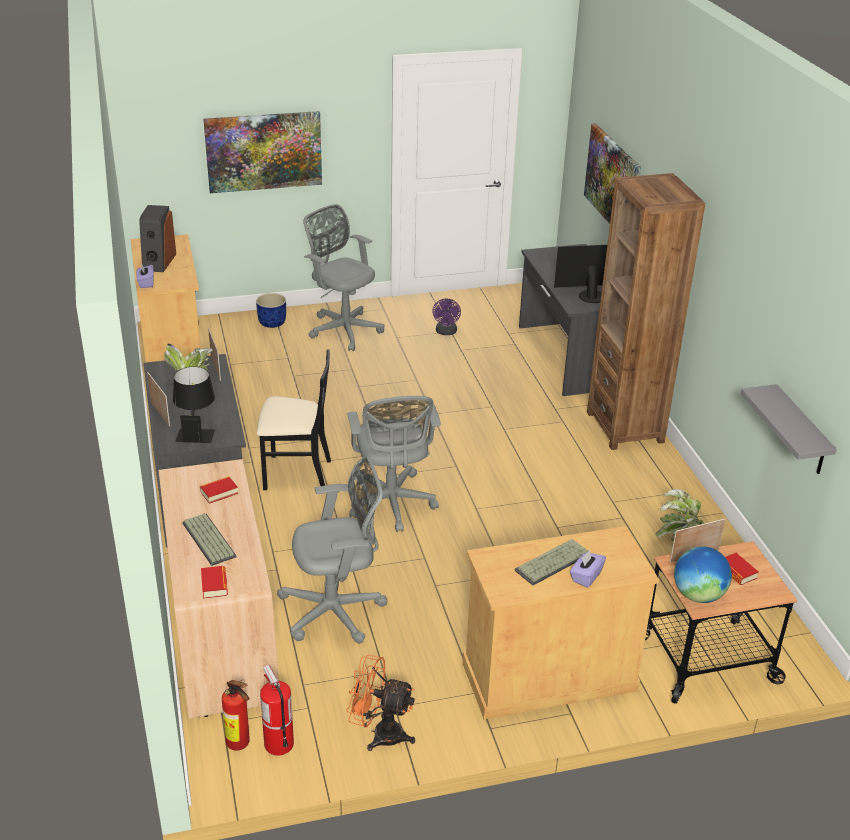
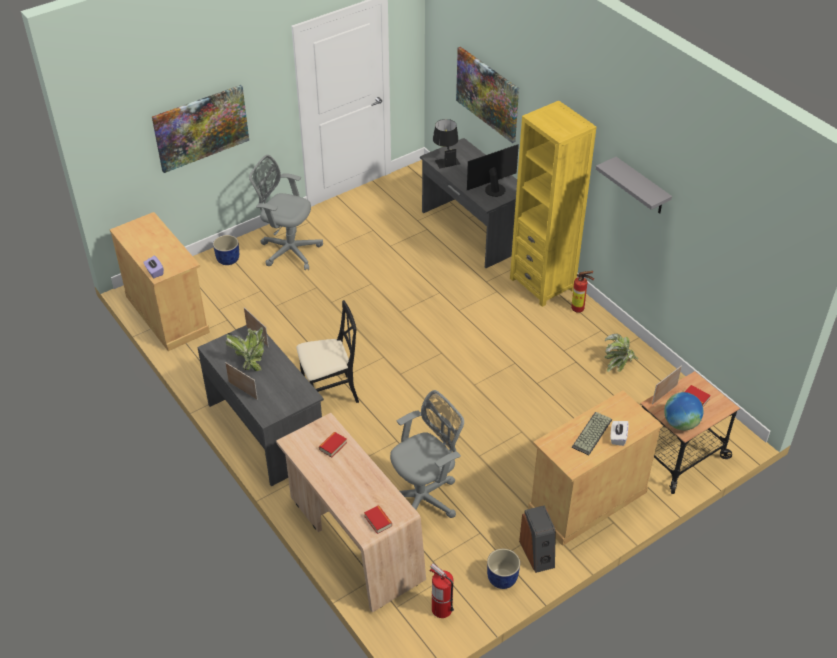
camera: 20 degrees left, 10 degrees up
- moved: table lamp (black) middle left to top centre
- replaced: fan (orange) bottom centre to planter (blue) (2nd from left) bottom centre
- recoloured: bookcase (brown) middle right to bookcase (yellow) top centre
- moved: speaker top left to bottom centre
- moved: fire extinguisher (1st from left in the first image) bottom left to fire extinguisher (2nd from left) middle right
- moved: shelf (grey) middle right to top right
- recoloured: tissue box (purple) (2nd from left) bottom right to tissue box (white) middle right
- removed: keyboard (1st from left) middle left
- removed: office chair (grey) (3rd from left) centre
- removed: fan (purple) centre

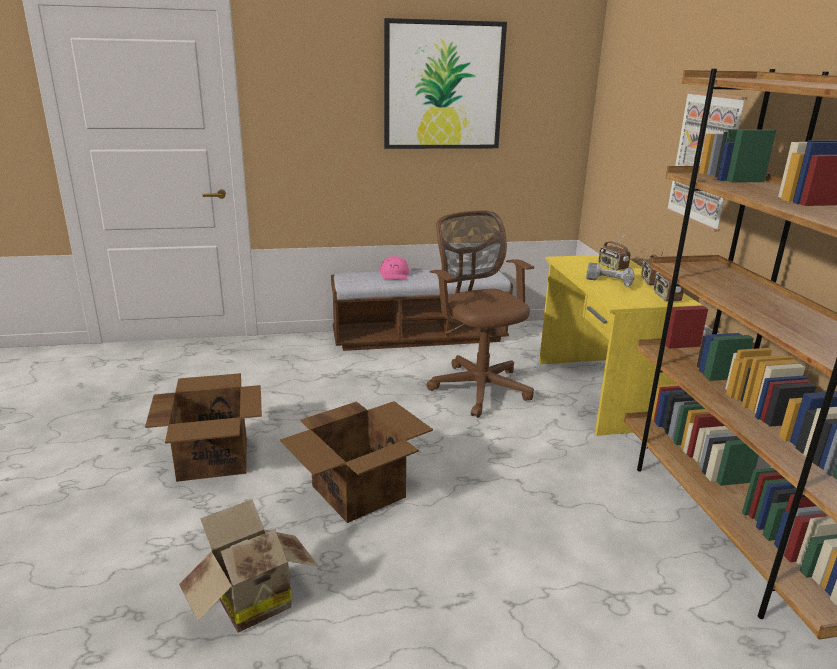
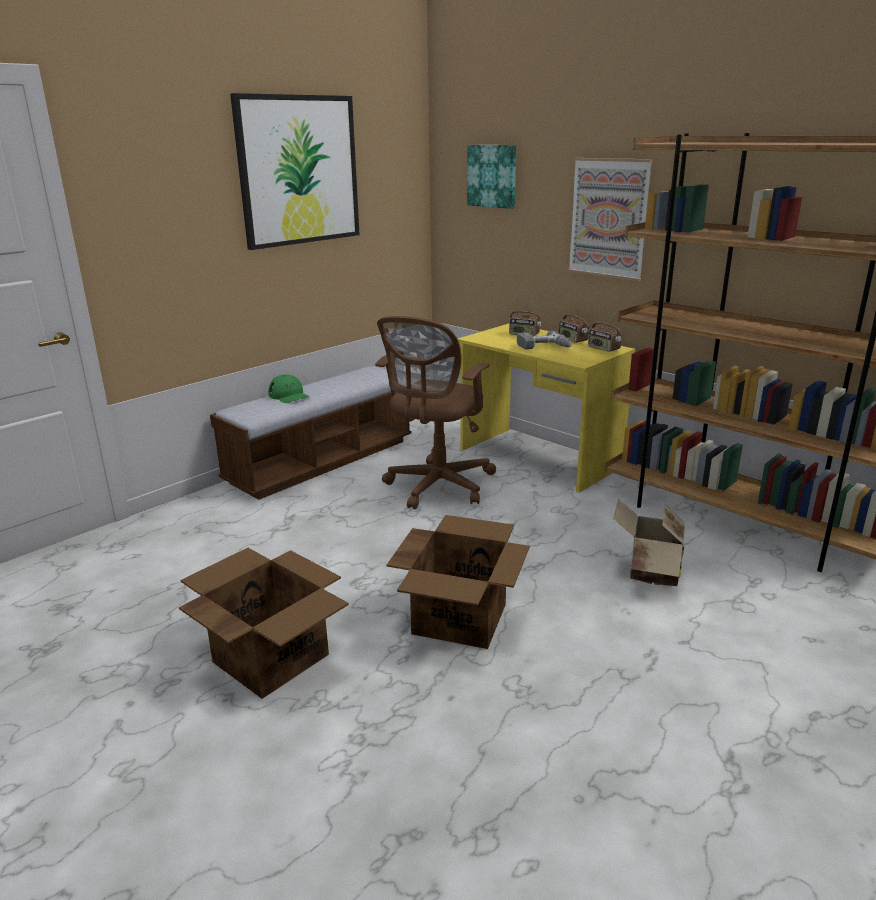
camera: 35 degrees left, 0 degrees up
- recoloured: cap (pink) centre to cap (green) middle left
- turned: office chair (brown) centre = centre 90 degrees counterclockwise
- added: picture (2nd from left) top centre
- moved: cardboard box (2nd from left in the first image) bottom left to cardboard box (3rd from left) middle right

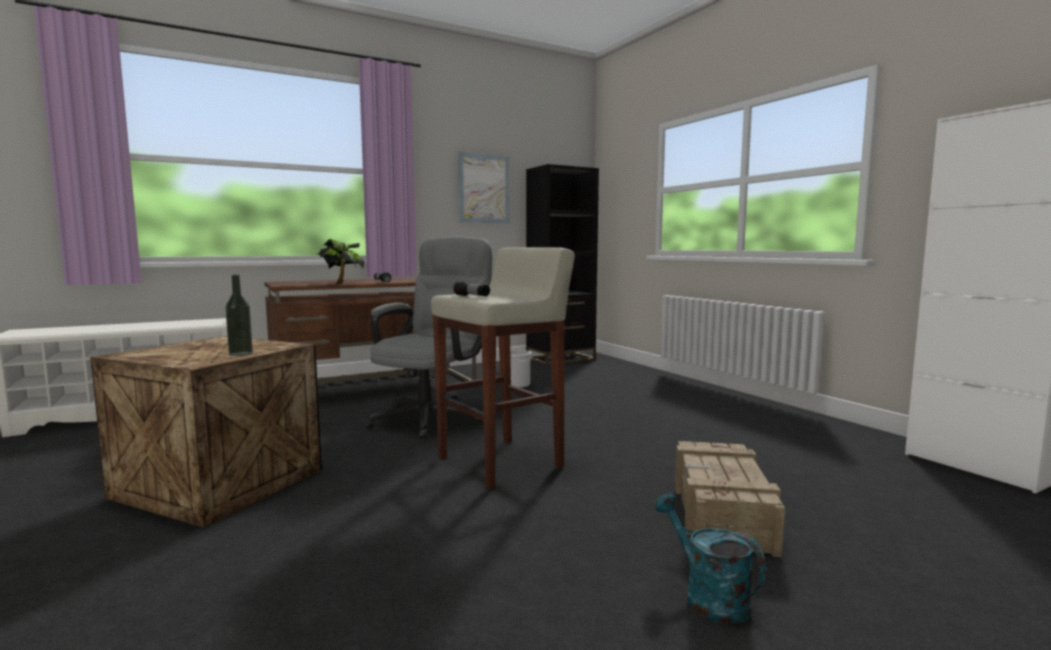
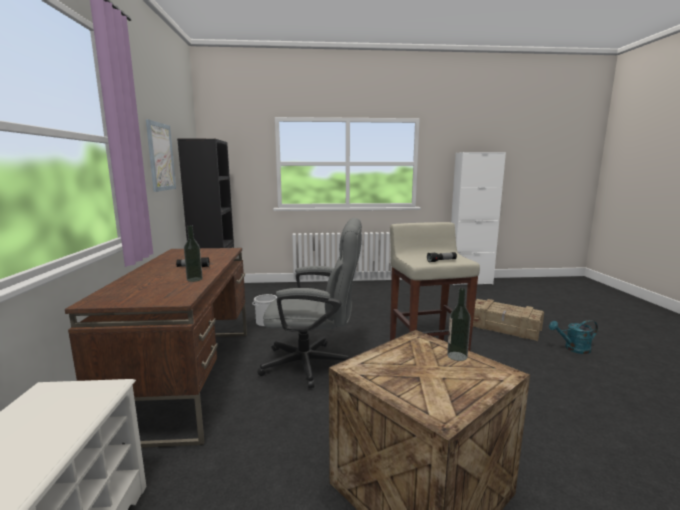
camera: 65 degrees left, 5 degrees up
- replaced: potted plant middle left to bottle (1st from left) middle left
- turned: office chair (grey) centre = centre 135 degrees clockwise

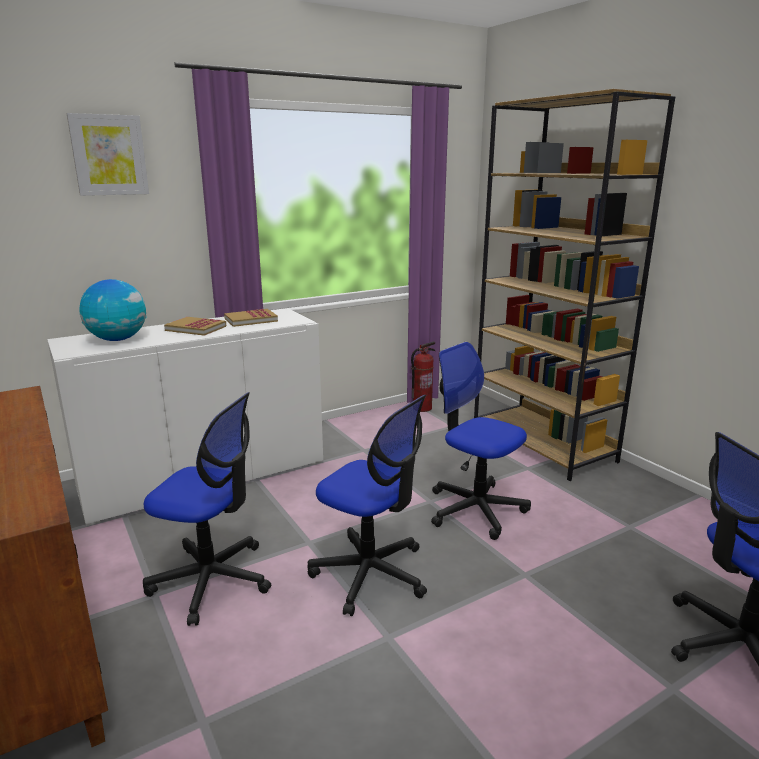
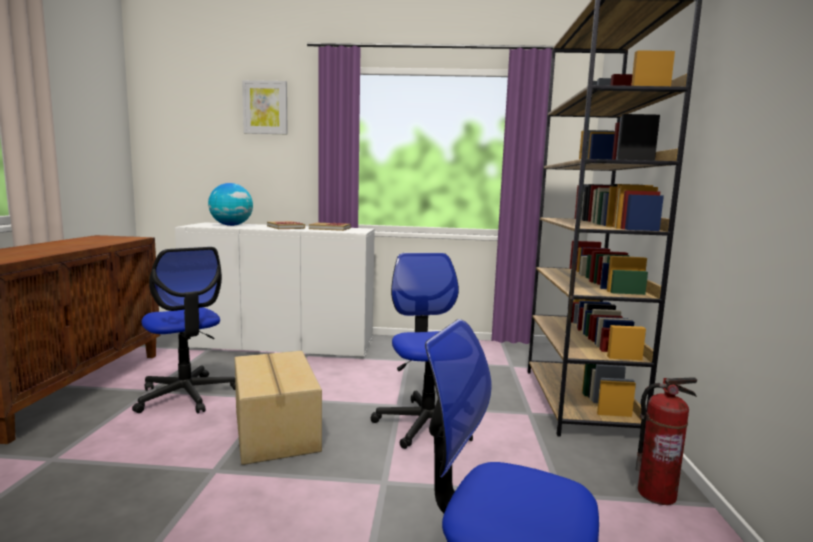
camera: 35 degrees right, 10 degrees down
- replaced: office chair (2nd from left) centre to cardboard box bottom centre
- moved: fire extinguisher centre to bottom right

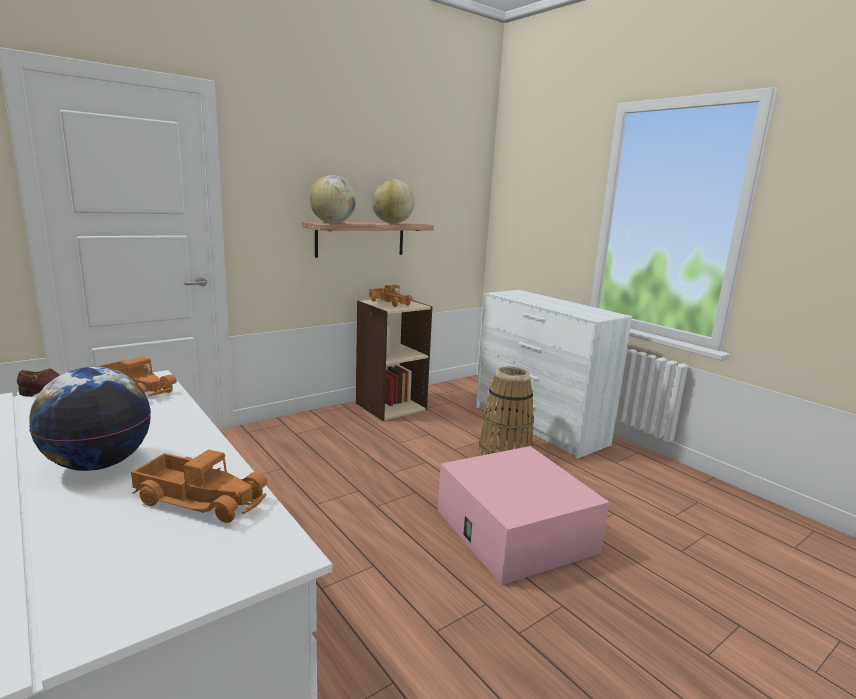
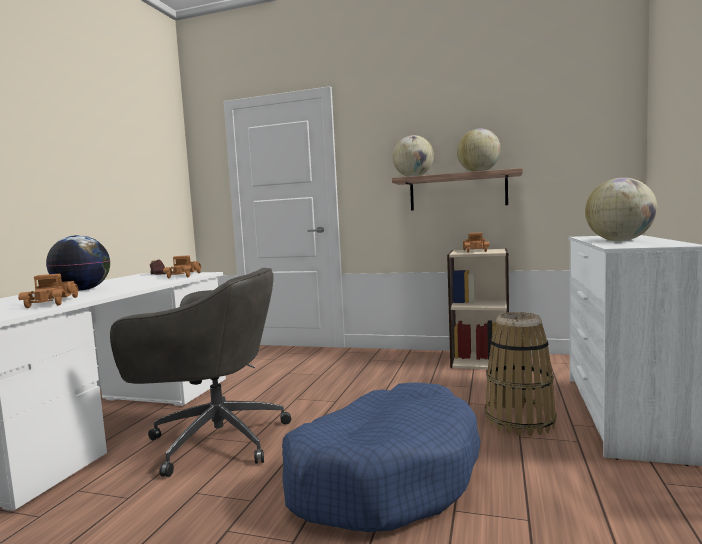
camera: 55 degrees right, 10 degrees down
- added: office chair (grey) bottom left
- replaced: storage box (pink) bottom centre to dog bed (blue) bottom centre
- added: globe (4th from left) middle right

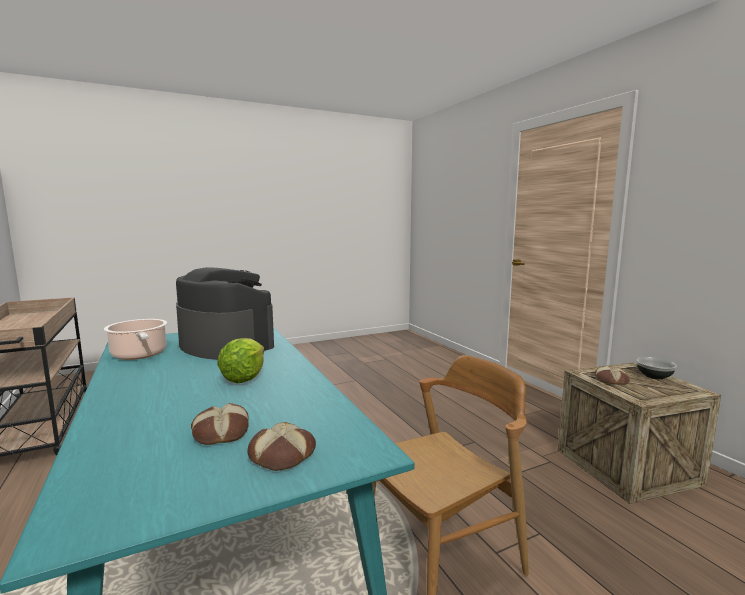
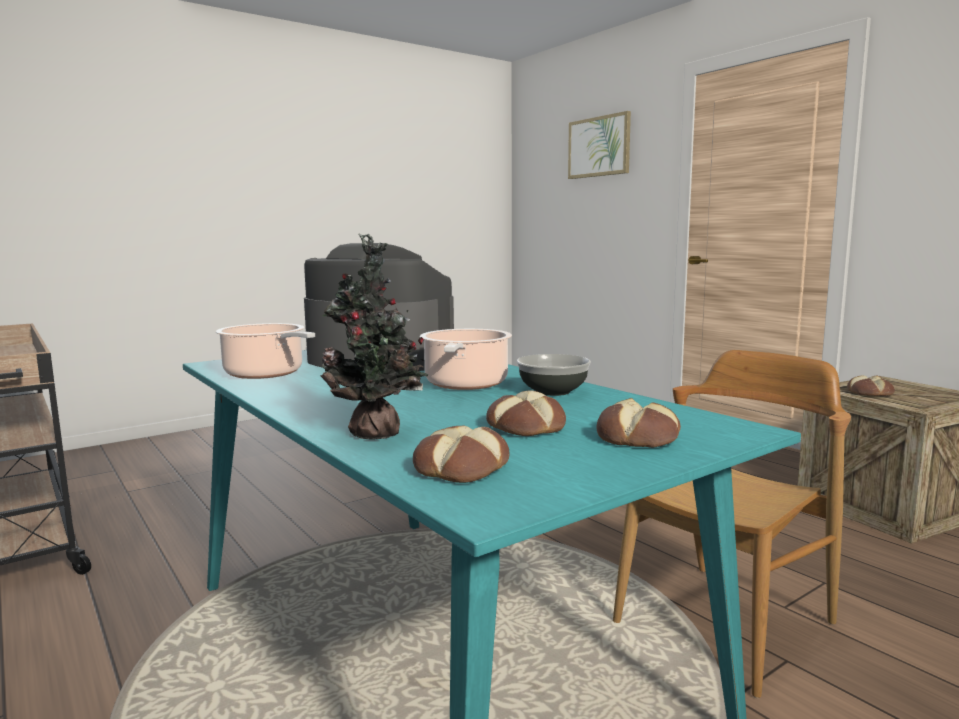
camera: 10 degrees left, 0 degrees up
- added: potted plant centre
- added: bread (1st from left) centre
- replaced: lettuce middle left to cooking pot (2nd from left) centre
- moved: bowl middle right to centre
- added: picture top centre

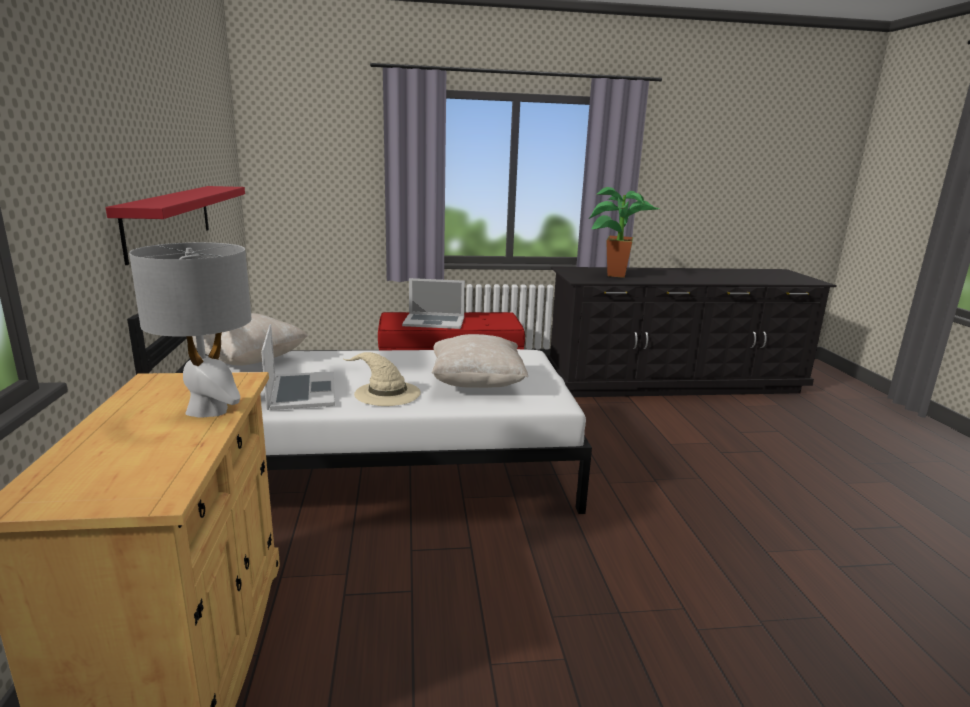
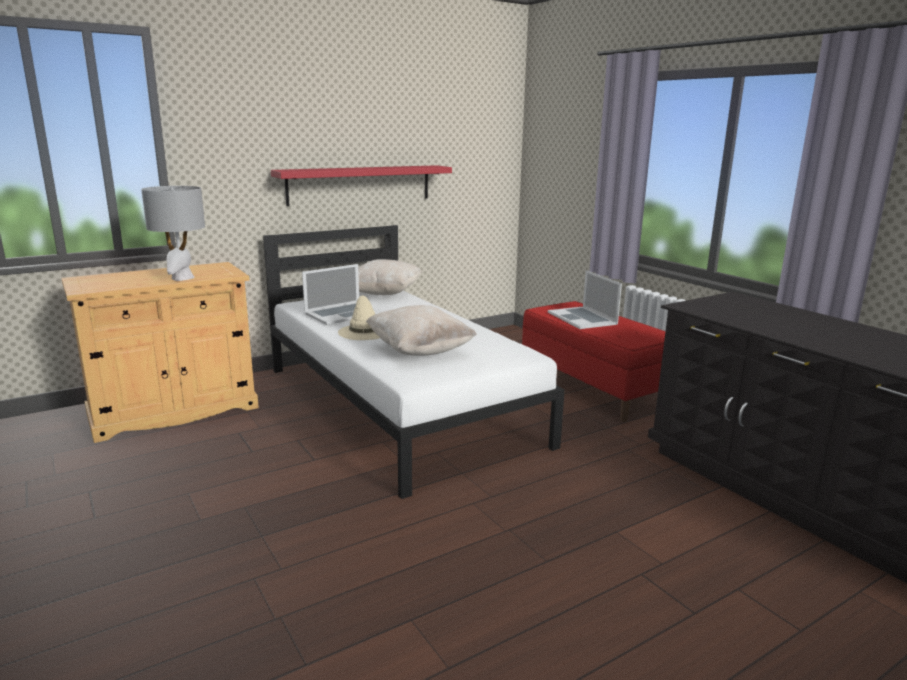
camera: 65 degrees right, 0 degrees up
- removed: potted plant top centre

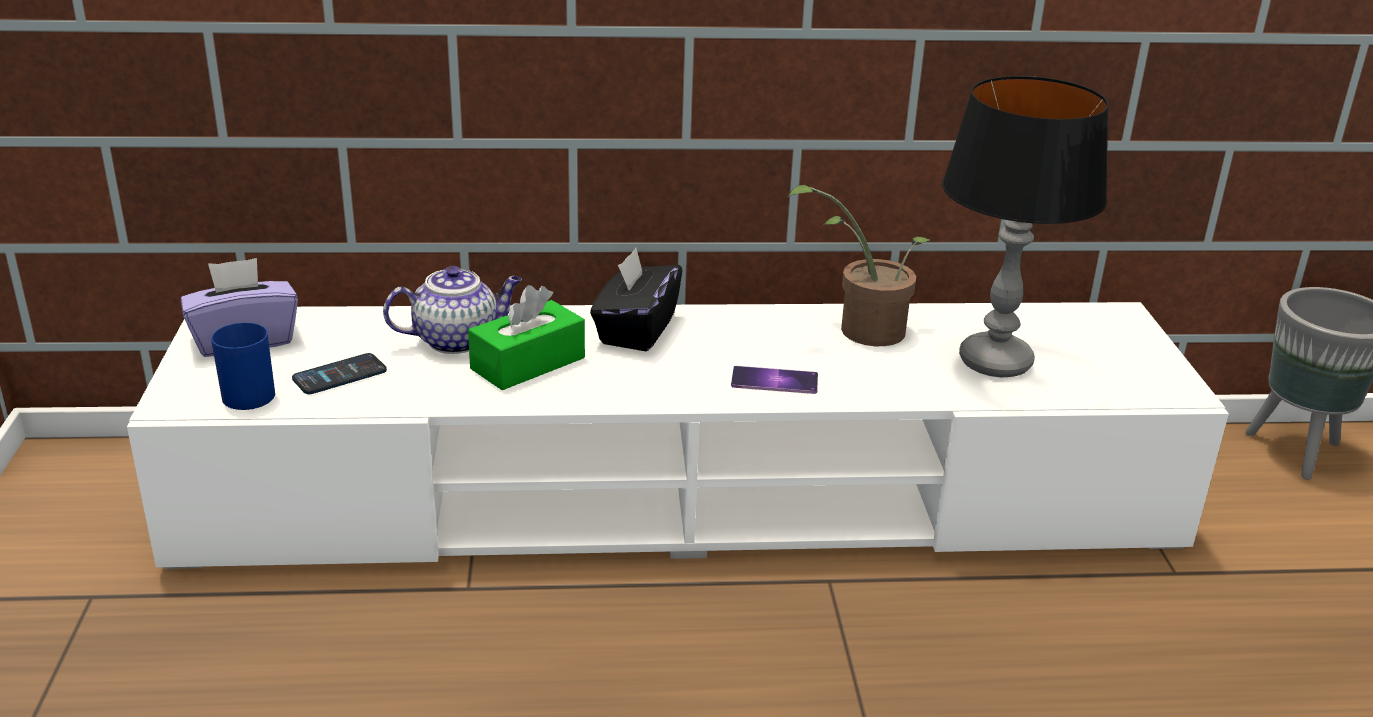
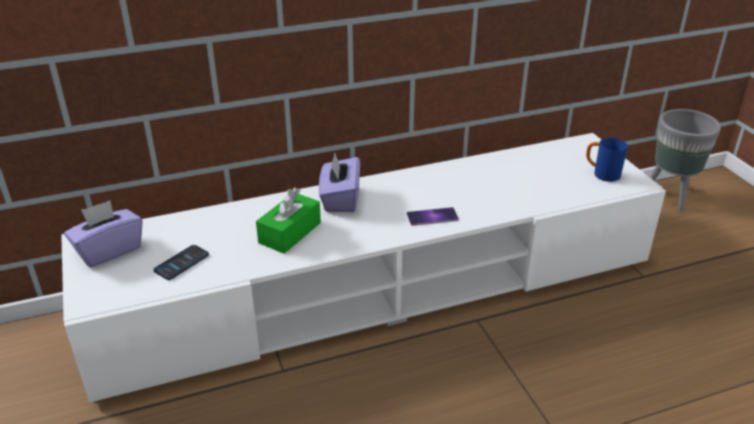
camera: 15 degrees left, 5 degrees up
- recoloured: tissue box (black) centre to tissue box (purple) (2nd from left) centre
- moved: mug (blue) middle left to middle right
- removed: teapot middle left
- removed: potted plant centre
- removed: table lamp top right

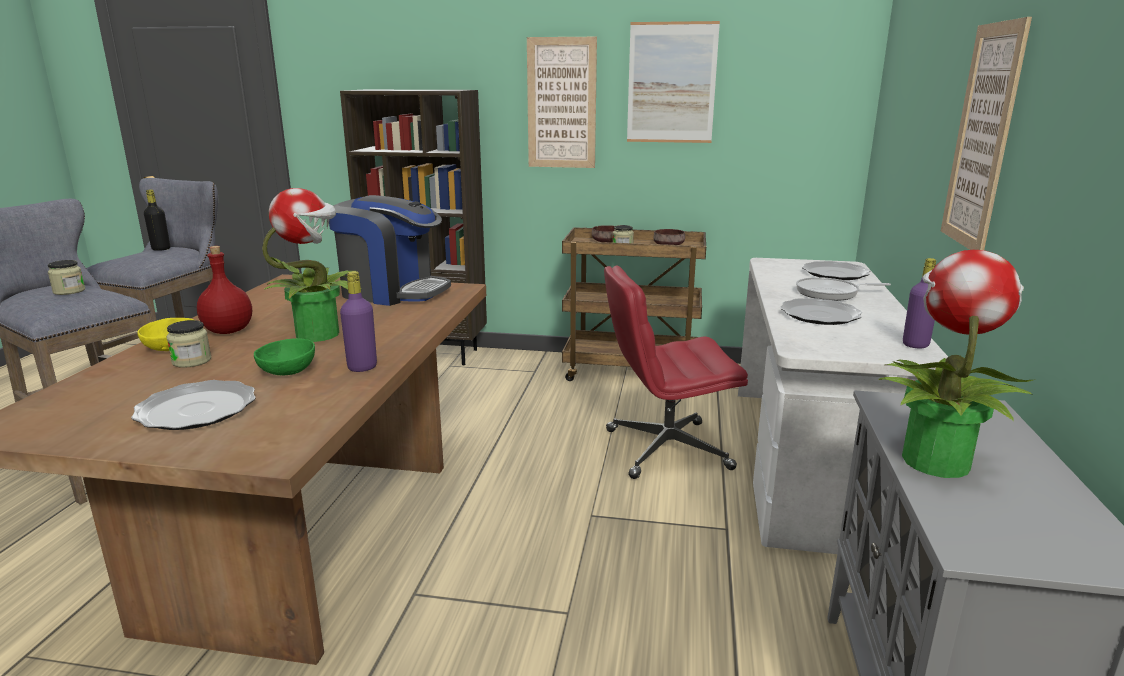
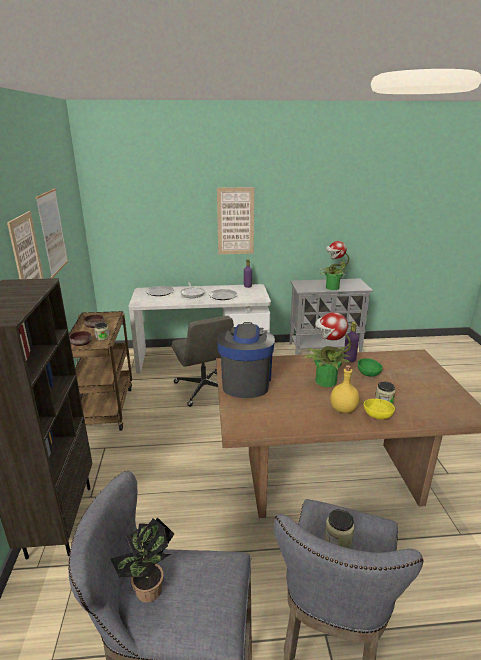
camera: 105 degrees left, 5 degrees up
- replaced: bottle (black) top left to potted plant (1st from left) bottom left
- recoloured: office chair (red) centre to office chair (grey) centre
- recoloured: bottle (red) middle left to bottle (yellow) middle right
- removed: plate (1st from left) middle left

